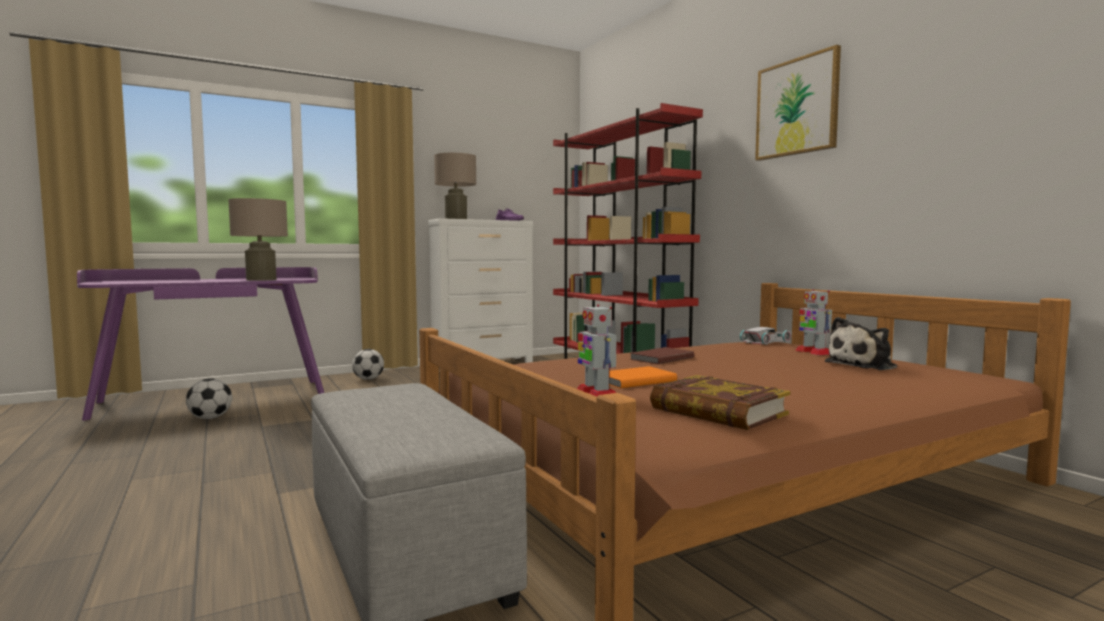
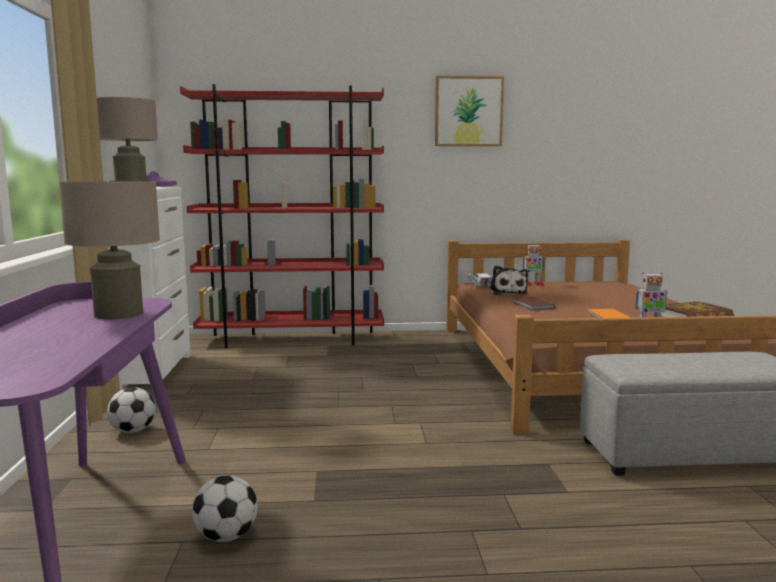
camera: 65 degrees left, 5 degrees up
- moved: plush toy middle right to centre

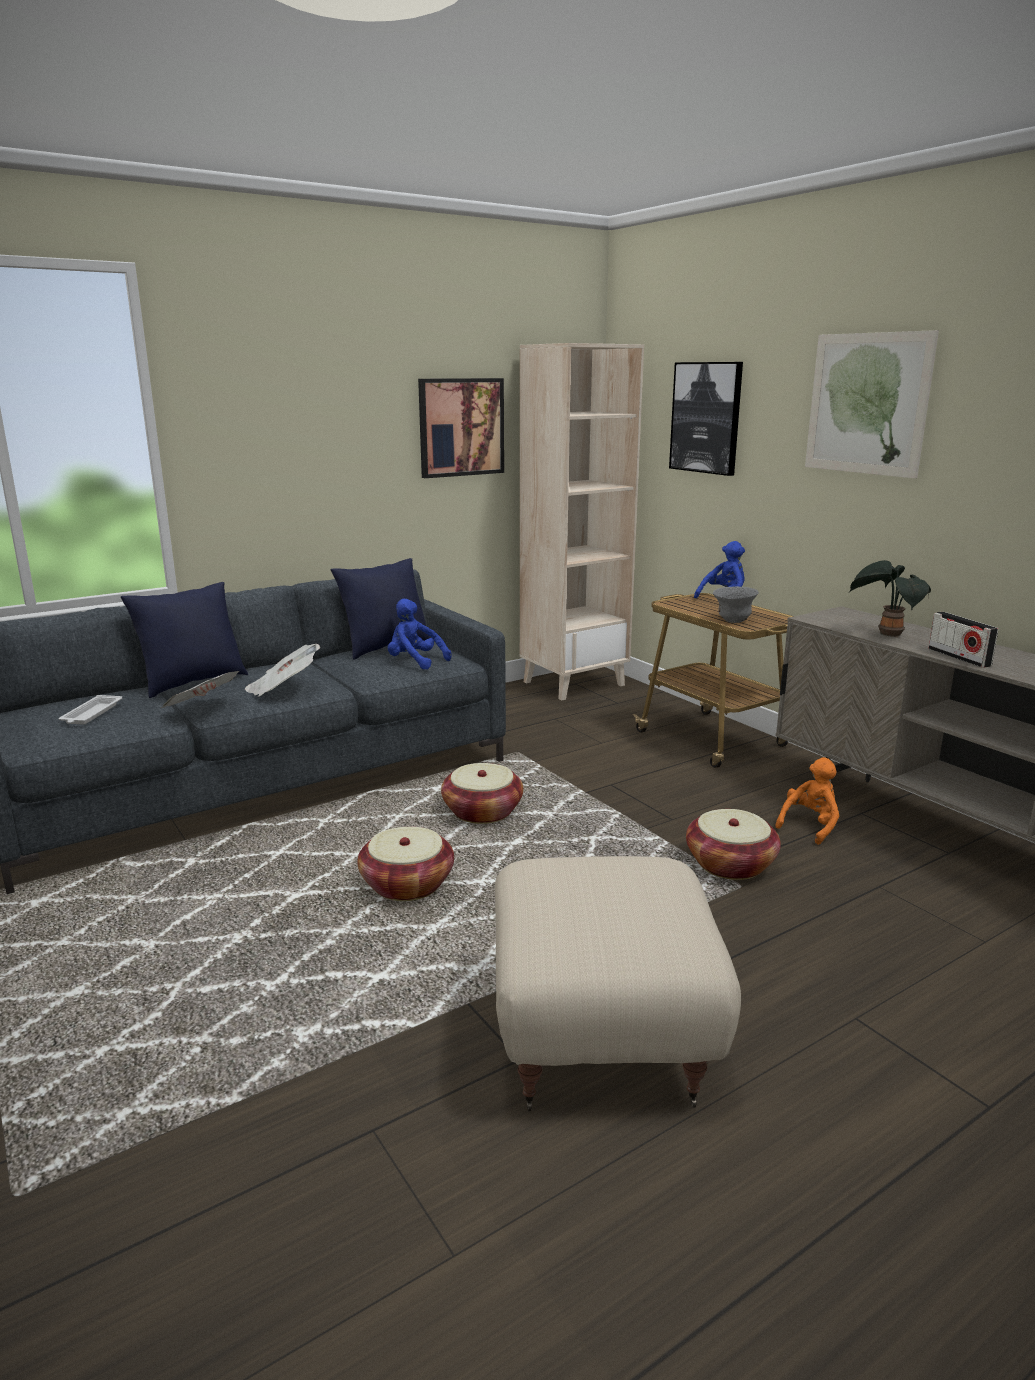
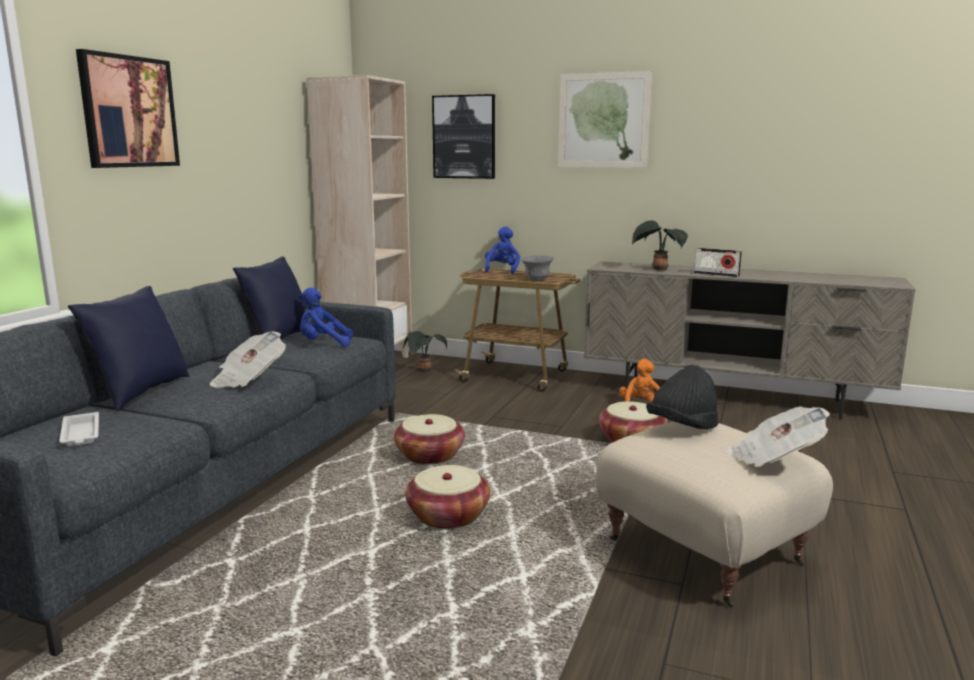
camera: 35 degrees left, 5 degrees down
- moved: picture (1st from left) top centre to top left
- added: potted plant (1st from left) centre
- added: hat (black) middle right
- moved: newspaper (1st from left in the first image) middle left to newspaper (2nd from left) middle right

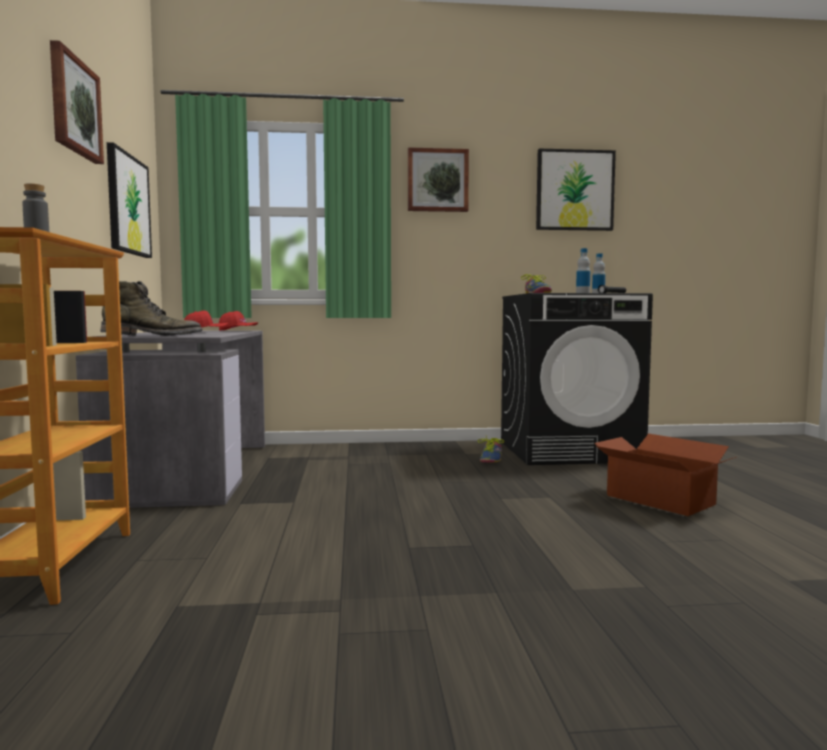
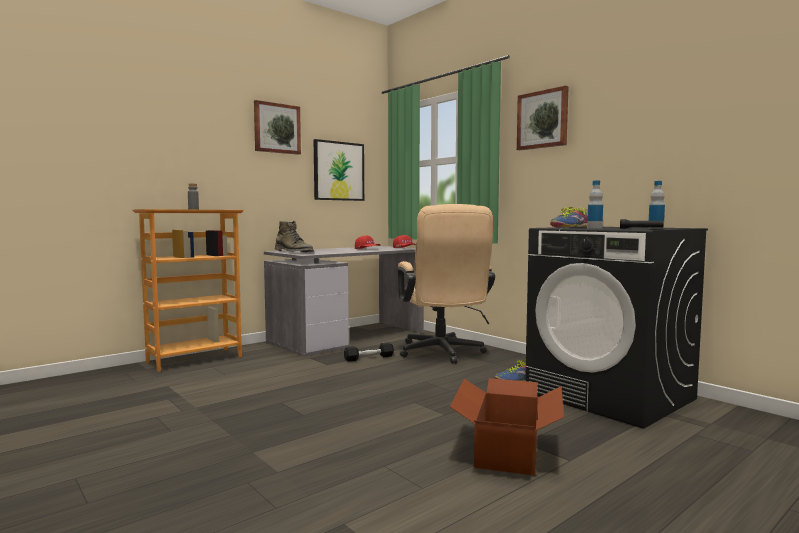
camera: 55 degrees right, 0 degrees up
- added: dumbbell (black) centre
- added: office chair (beige) centre
- removed: picture (4th from left) top right

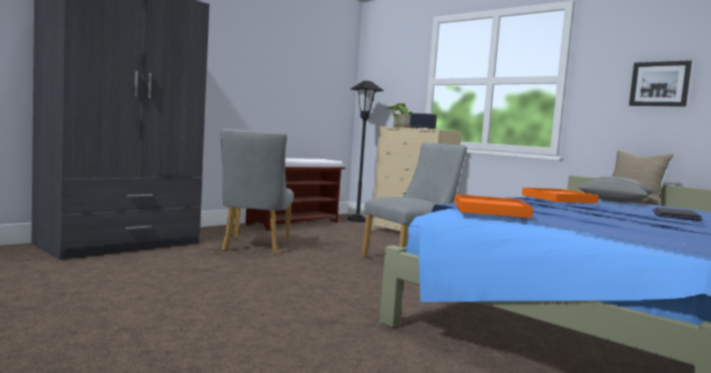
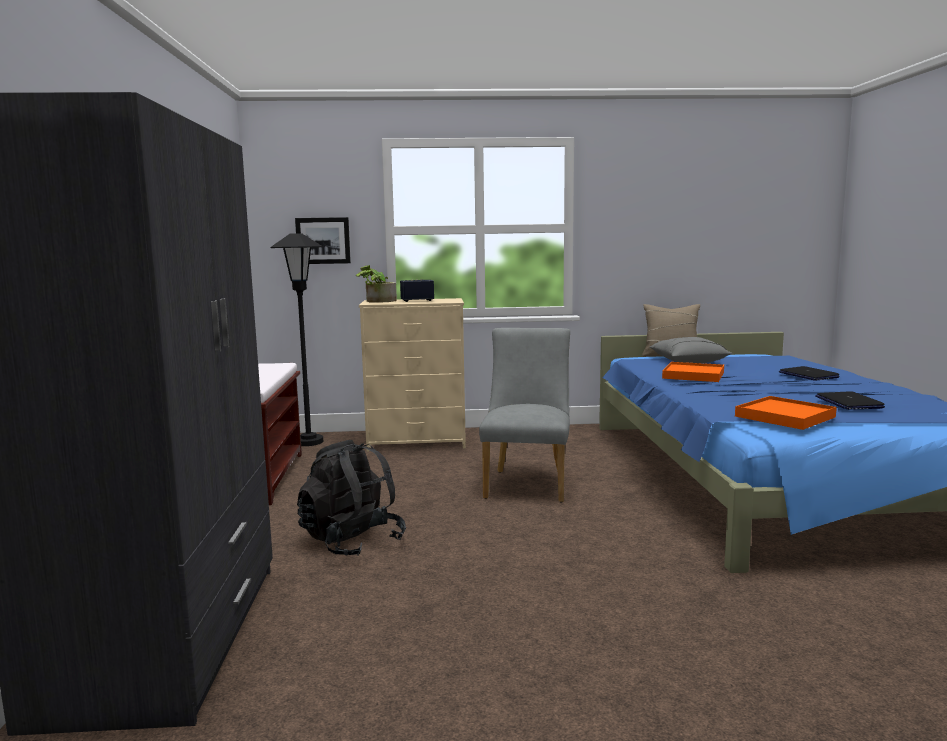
camera: 45 degrees left, 5 degrees up
- moved: picture top right to top centre
- replaced: chair (grey) (1st from left) centre to backpack (black) bottom centre
- added: laptop (2nd from left) middle right

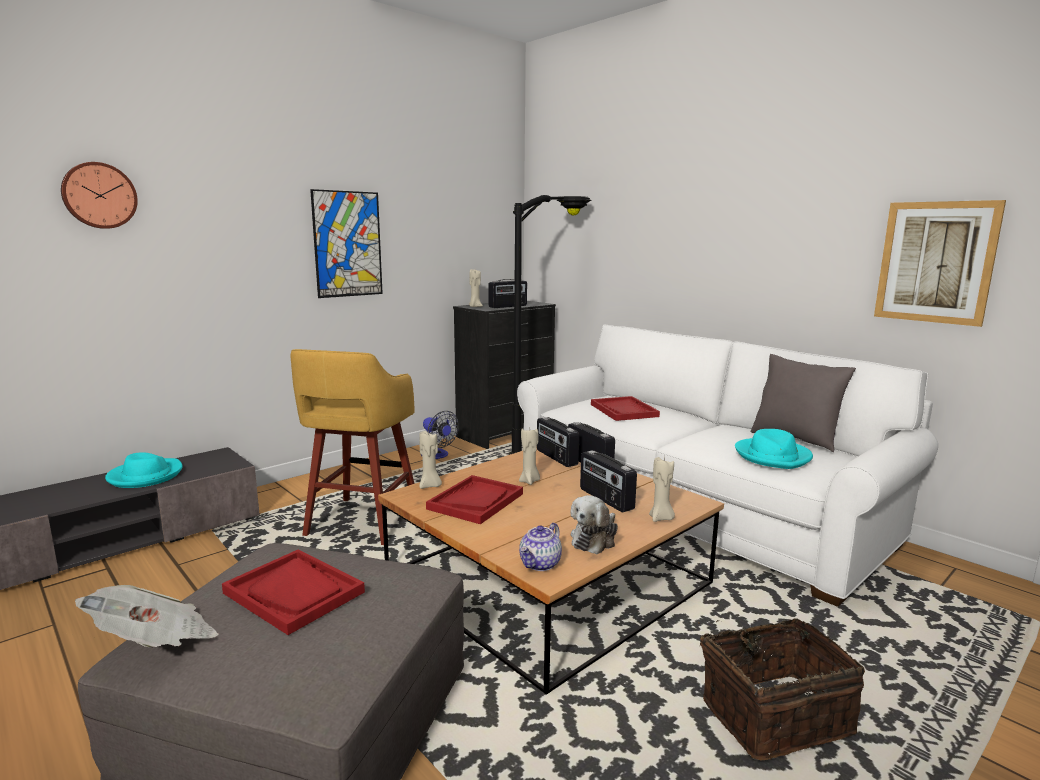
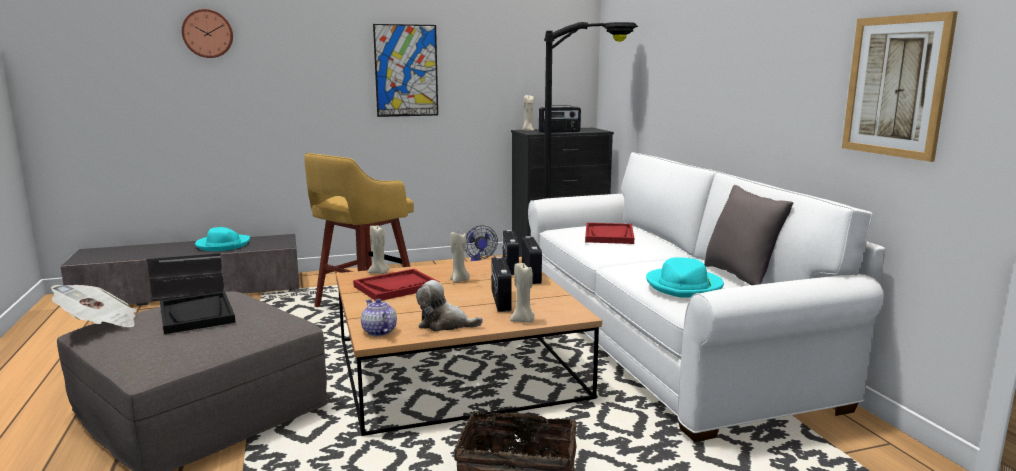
camera: 25 degrees right, 0 degrees up
- recoloured: tray (red) (1st from left) bottom left to tray (black) middle left
- turned: teapot bottom centre = bottom centre 90 degrees clockwise
- turned: plush toy bottom centre = centre 45 degrees clockwise

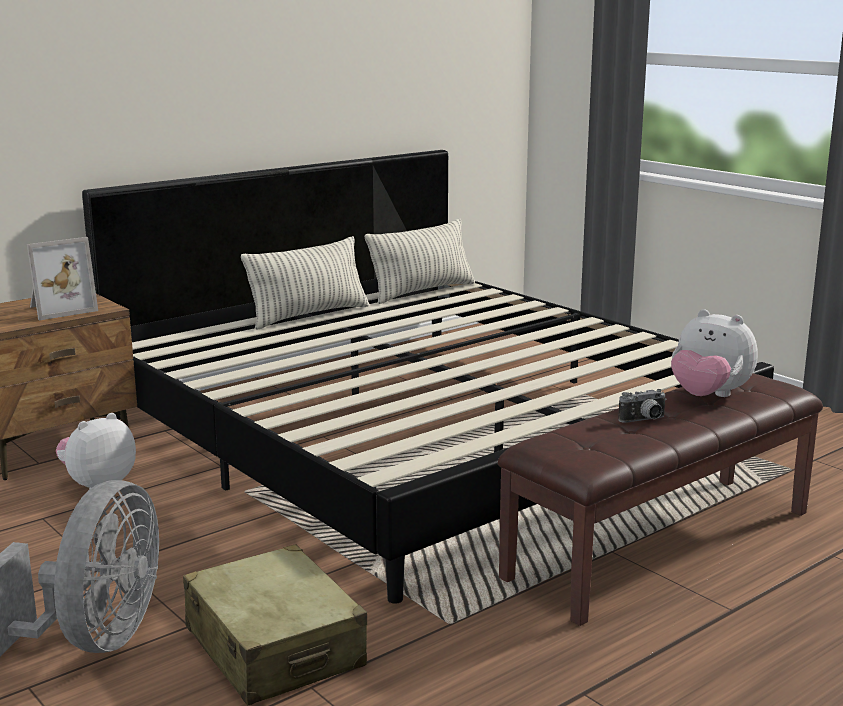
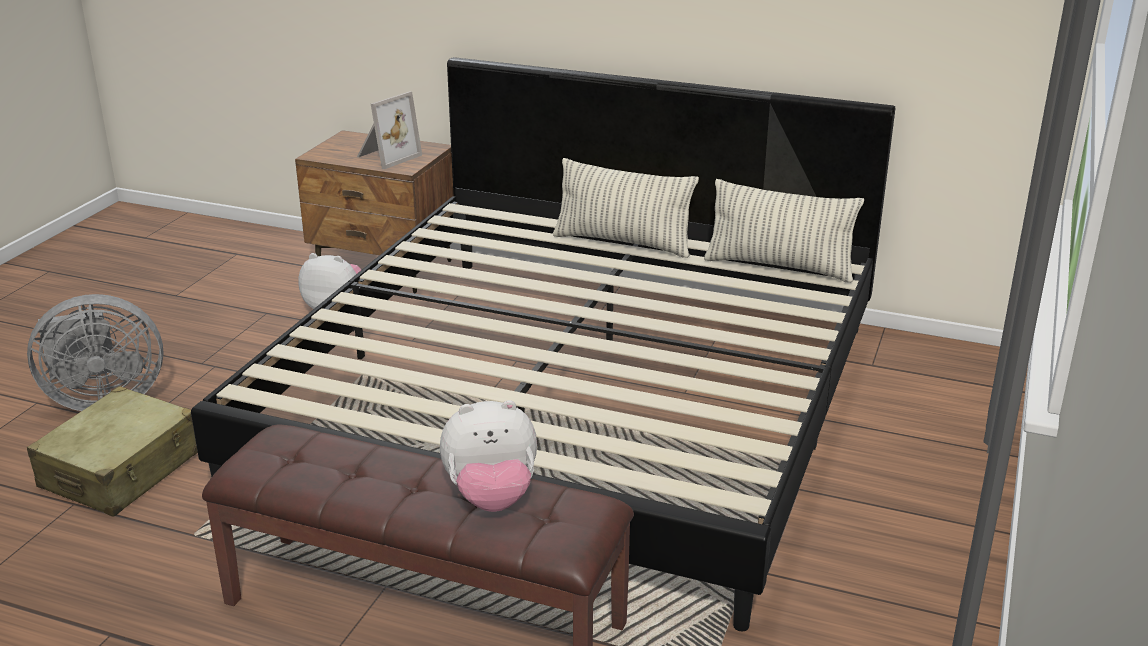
camera: 60 degrees right, 10 degrees up
- turned: picture frame middle left = top centre 75 degrees counterclockwise
- turned: plush toy (2nd from left) middle right = bottom centre 105 degrees counterclockwise
- removed: photo camera middle right

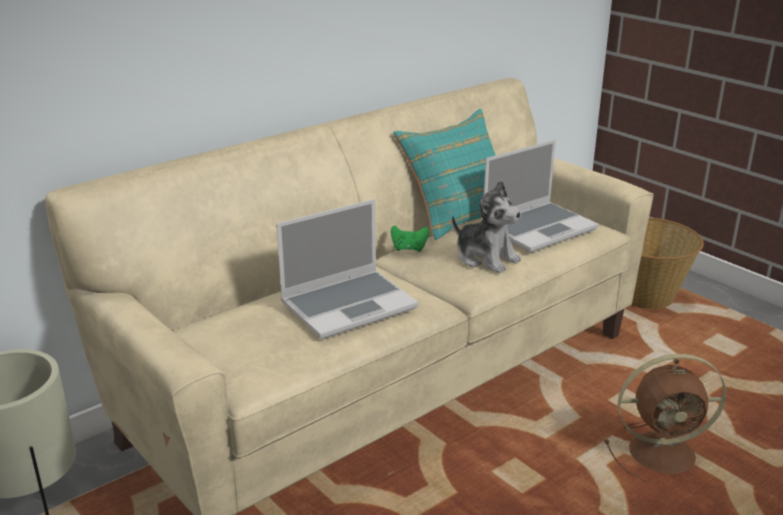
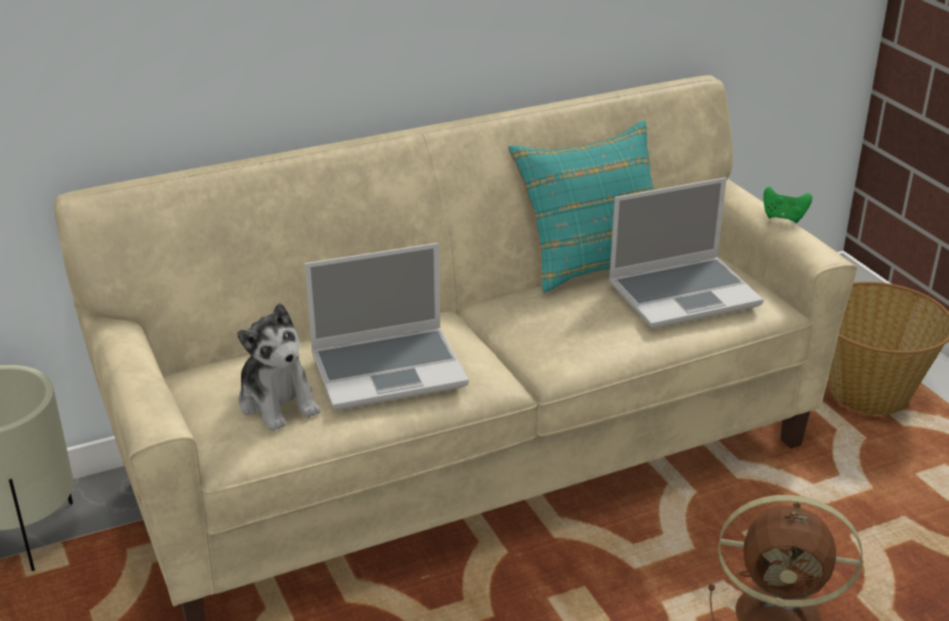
camera: 15 degrees right, 5 degrees up
- moved: plush toy centre to middle left
- moved: game controller (green) centre to top right

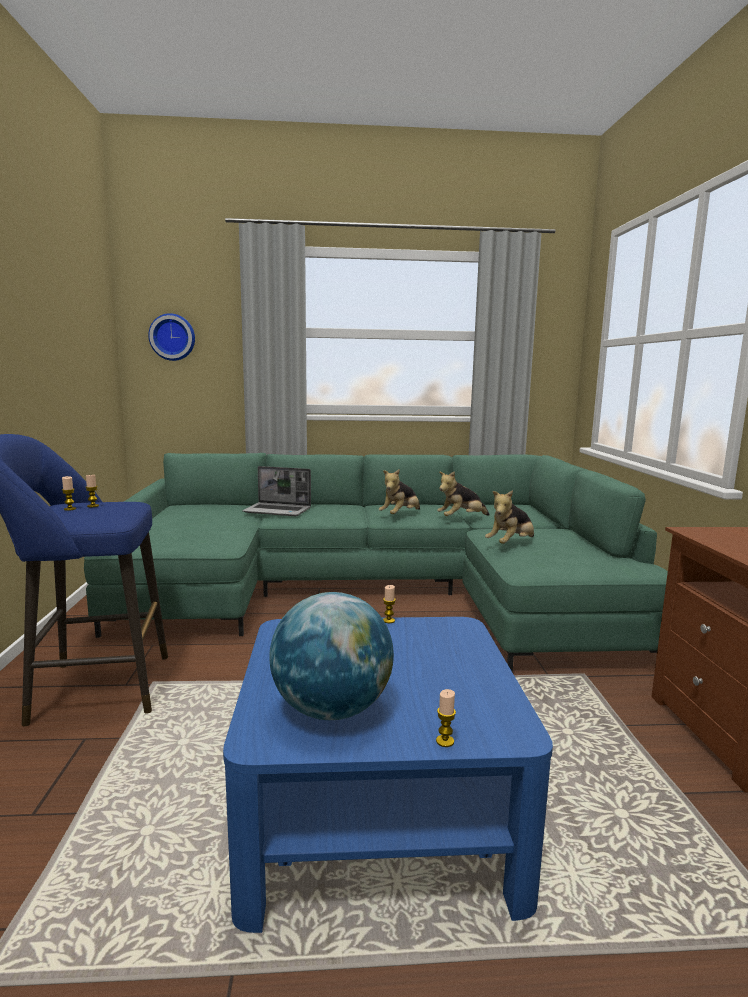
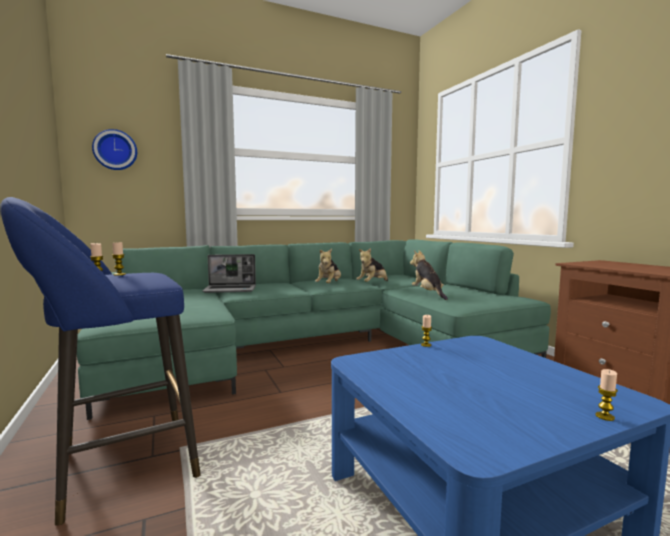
camera: 20 degrees left, 5 degrees down
- turned: plush toy (3rd from left) middle right = centre 135 degrees clockwise
- removed: globe centre

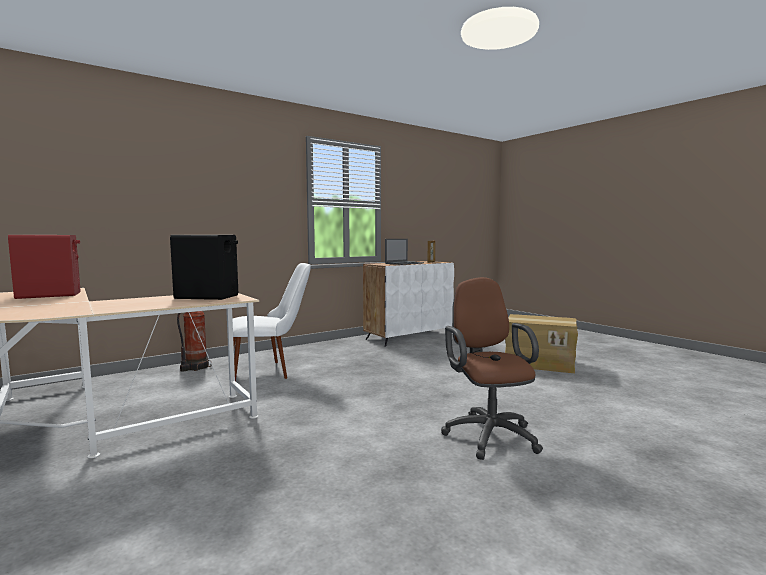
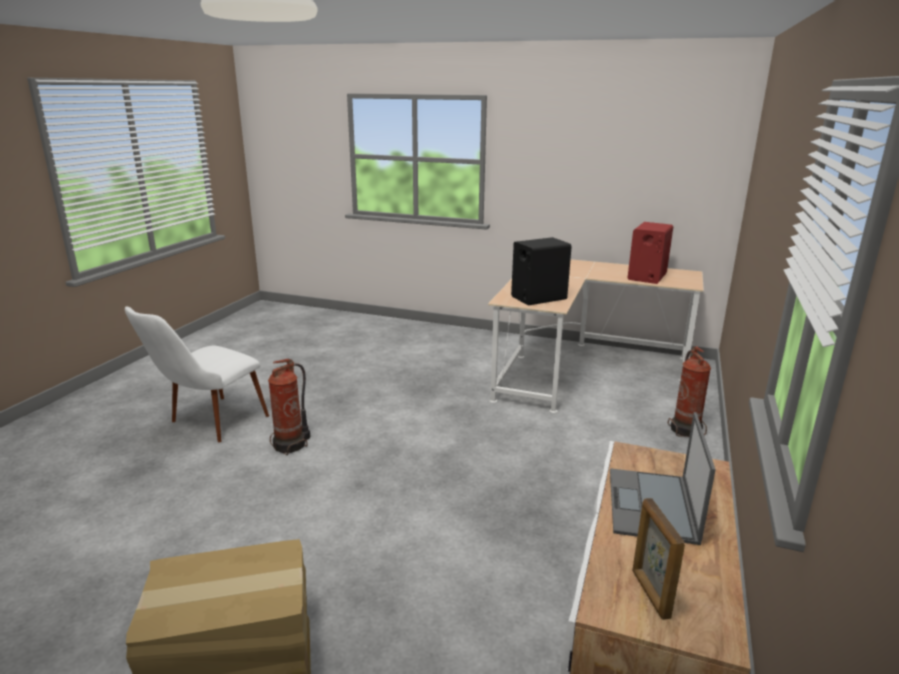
camera: 145 degrees right, 15 degrees up
- moved: chair (white) centre to middle left
- replaced: office chair (brown) centre to fire extinguisher (1st from left) middle left

